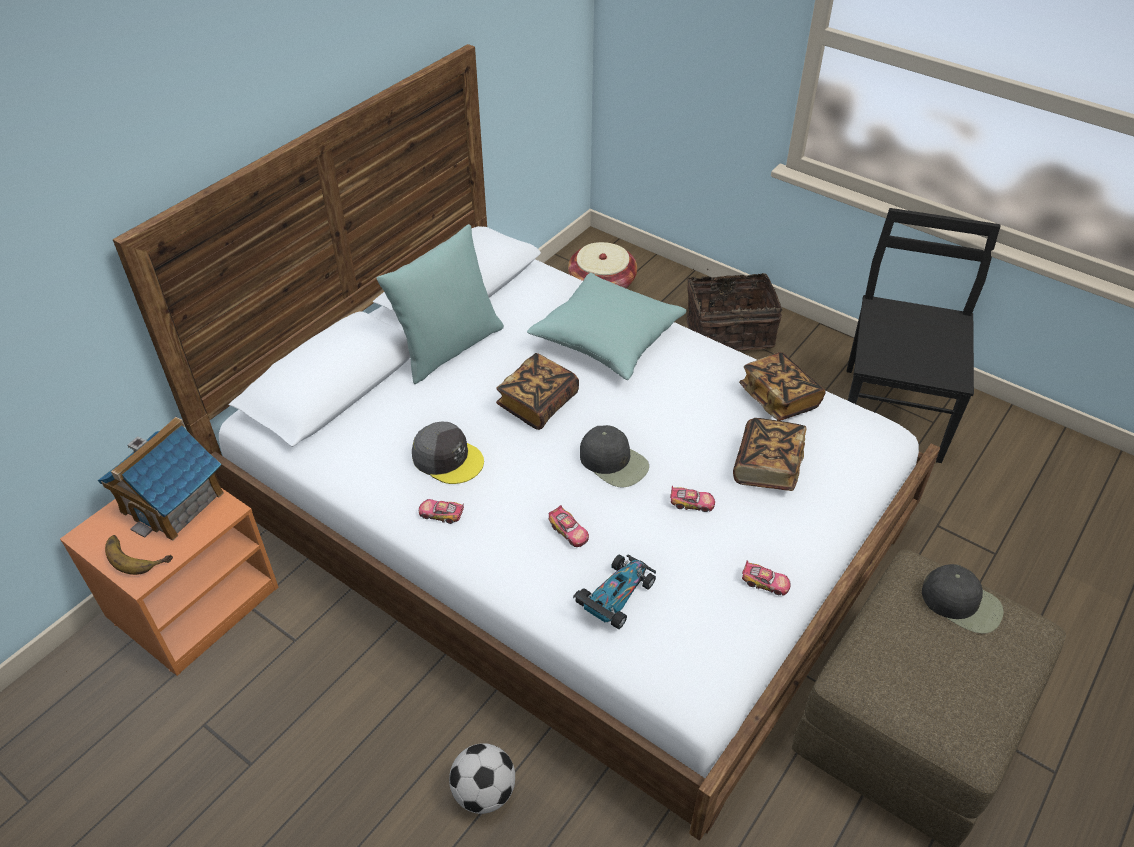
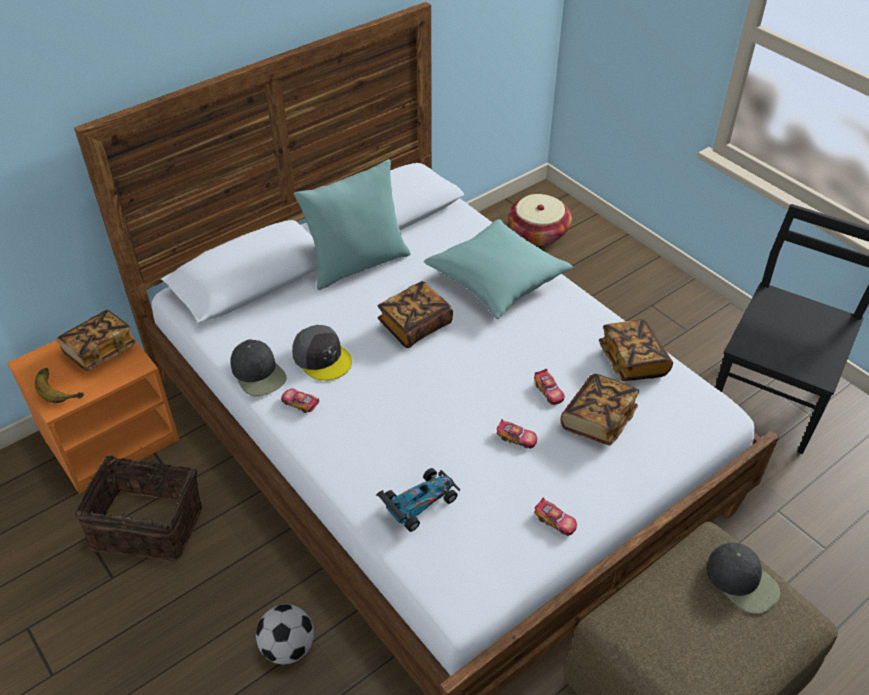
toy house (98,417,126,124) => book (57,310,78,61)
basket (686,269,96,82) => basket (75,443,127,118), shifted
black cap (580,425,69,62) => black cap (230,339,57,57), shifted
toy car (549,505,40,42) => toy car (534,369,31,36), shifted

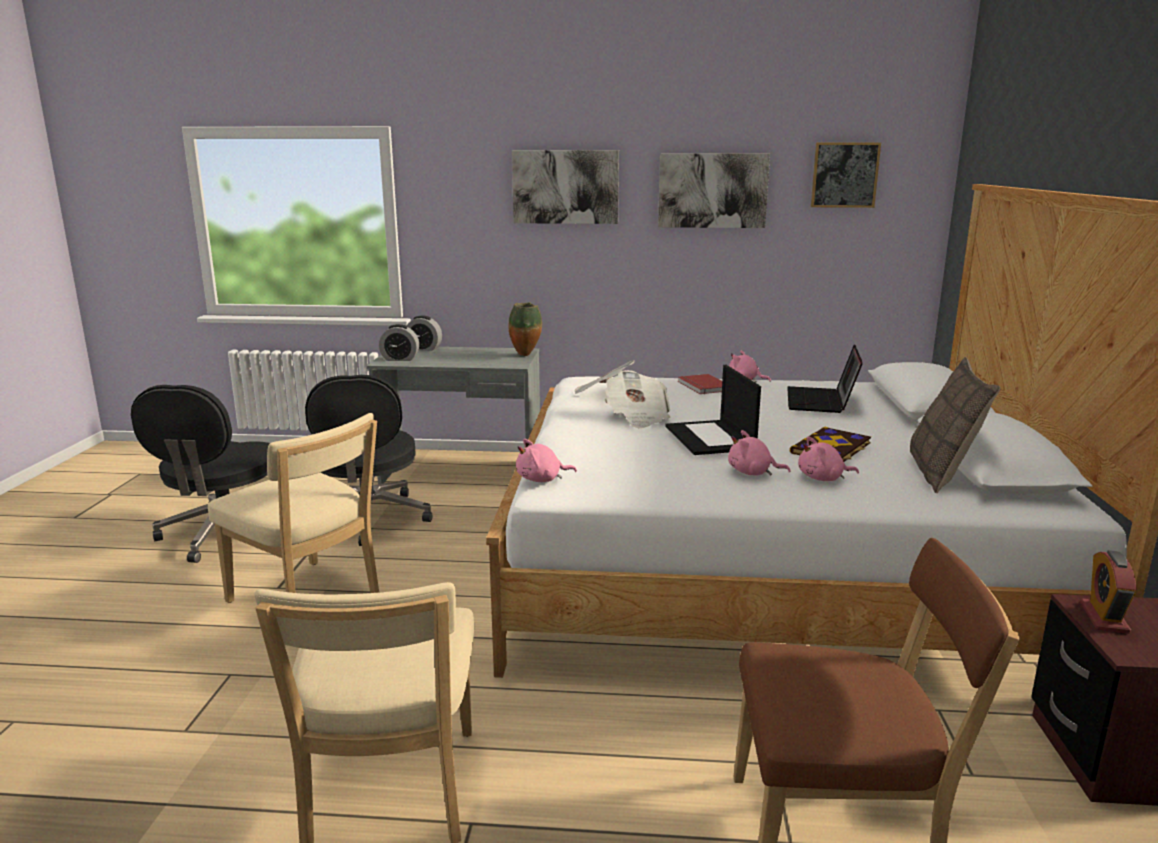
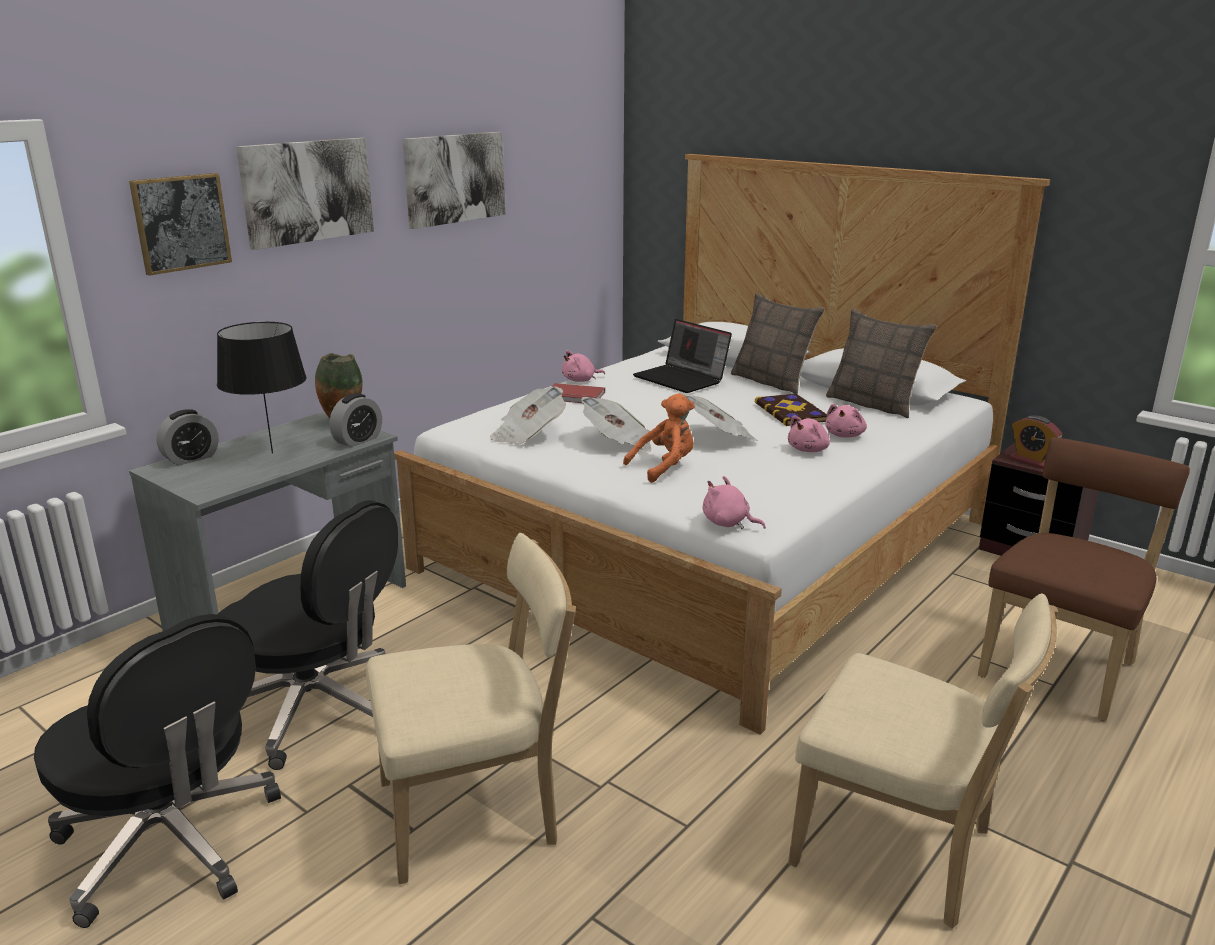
picture (811,142,70,66) => picture (129,173,103,103), shifted
nothing => black table lamp (217,322,90,131)
alarm clock (379,324,40,37) => alarm clock (330,393,52,54), shifted
nothing => orange plush toy (623,393,72,90)
laptop (665,365,96,90) => newspaper (684,395,74,46)
pink plush toy (516,439,61,43) => pink plush toy (703,476,63,53), 105 degrees clockwise
nothing => pillow (731,292,94,102)

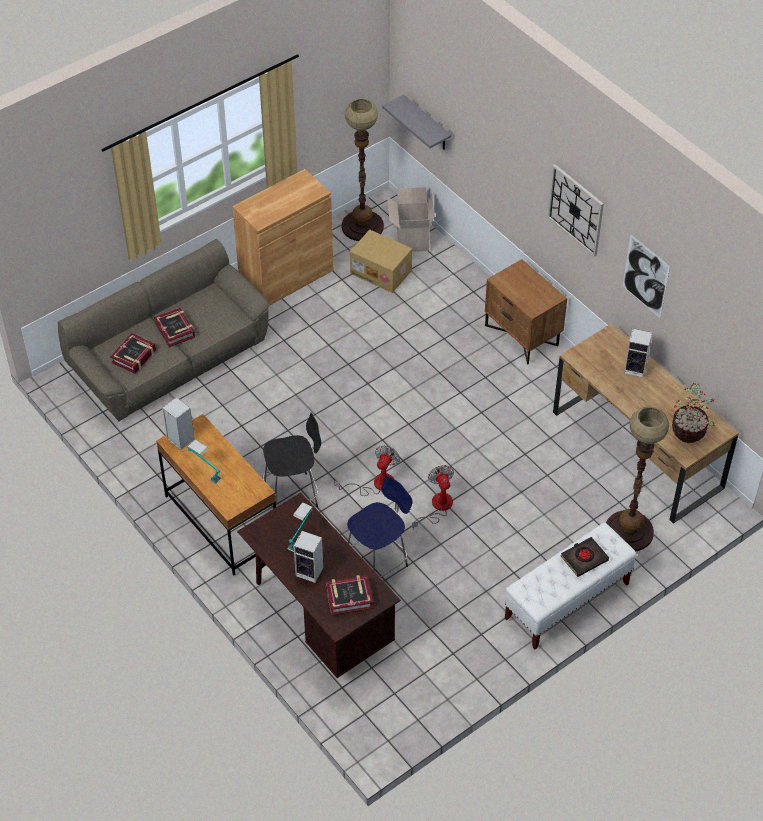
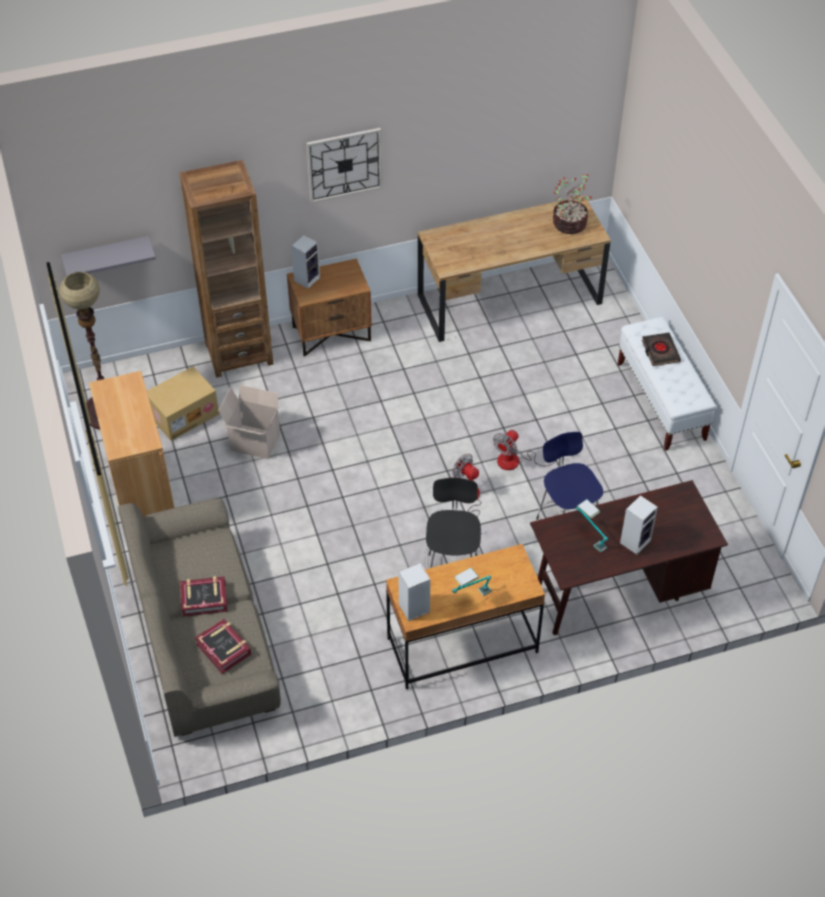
nothing => brown bookcase (179,160,95,218)
cardboard box (387,187,48,65) => cardboard box (219,385,63,74), shifted
speaker (624,329,28,49) => speaker (291,235,29,53), shifted
fan (412,465,42,64) => fan (493,430,64,40), 60 degrees counterclockwise
book (326,575,47,40) => nothing
floor lamp (606,407,63,145) => nothing
picture (622,235,48,83) => nothing

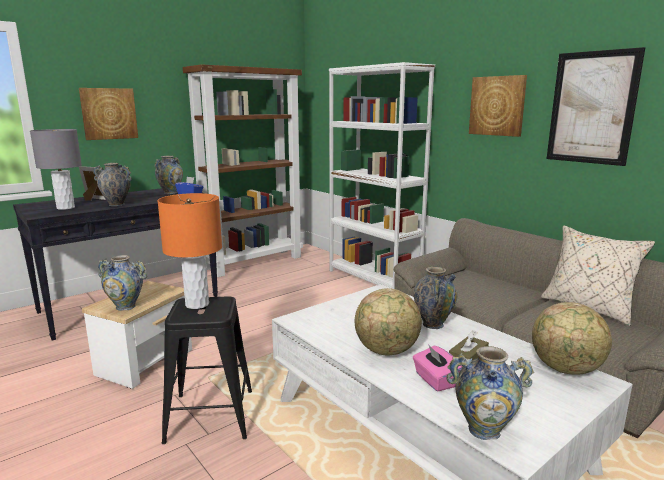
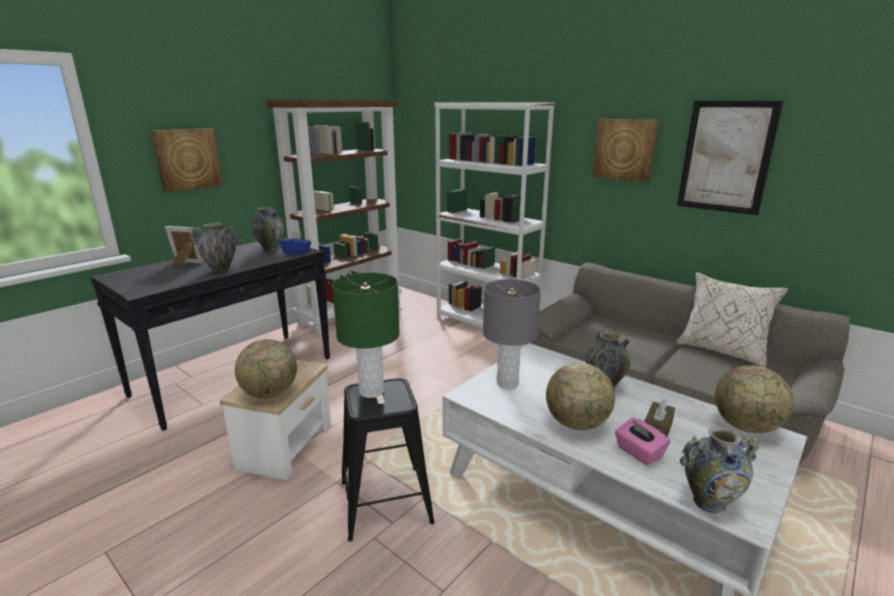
vase (98,255,49,56) => globe (235,339,62,60)
orange table lamp (157,193,65,116) => green table lamp (332,272,68,126)
grey table lamp (30,129,52,81) => grey table lamp (483,279,58,110), shifted

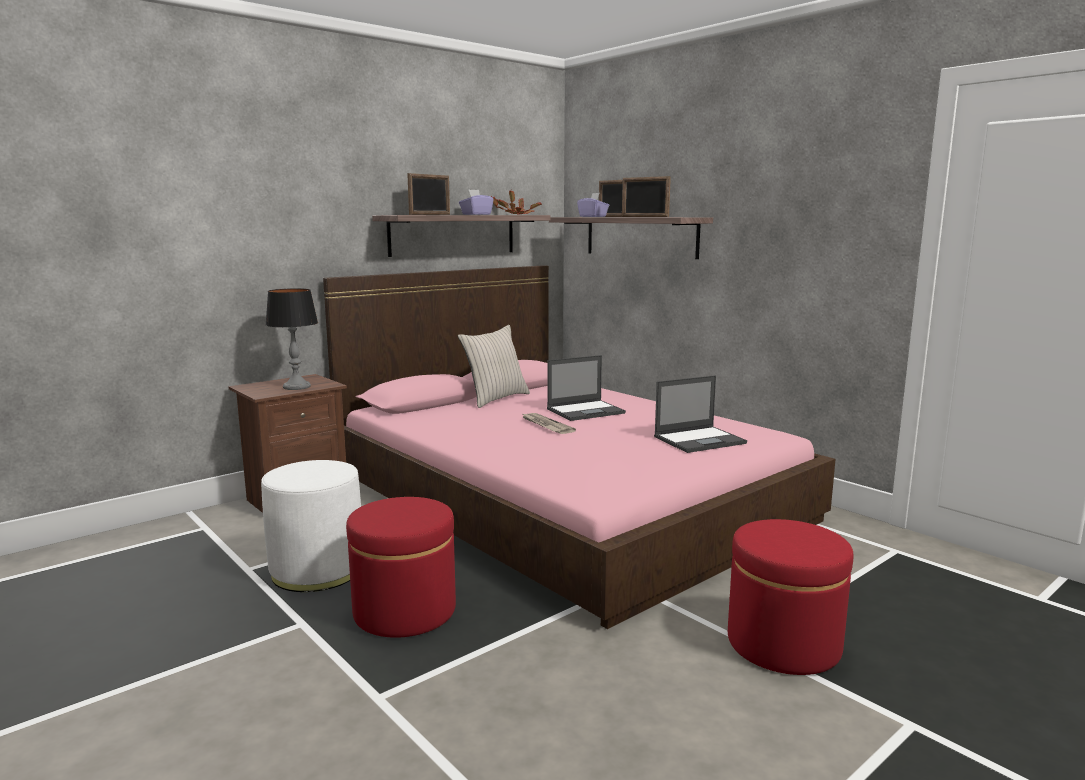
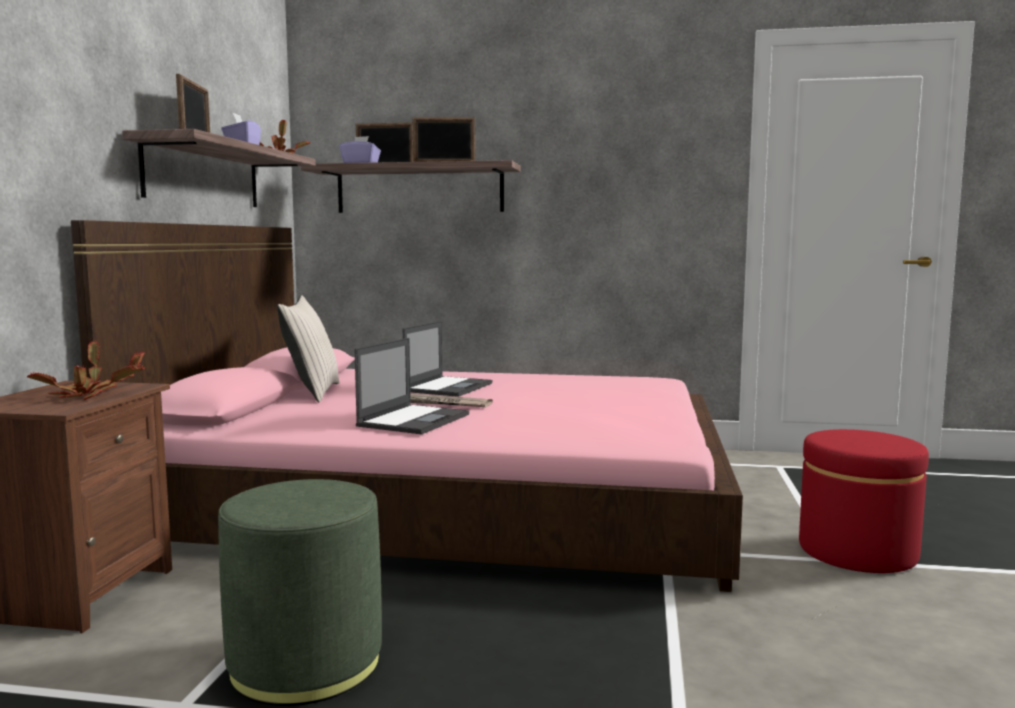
table lamp (265,288,53,102) => potted plant (27,340,118,60)
white ottoman (261,460,100,132) => green ottoman (218,479,164,227)
laptop (654,375,93,78) => laptop (355,338,114,96), shifted
red ottoman (346,497,110,141) => nothing

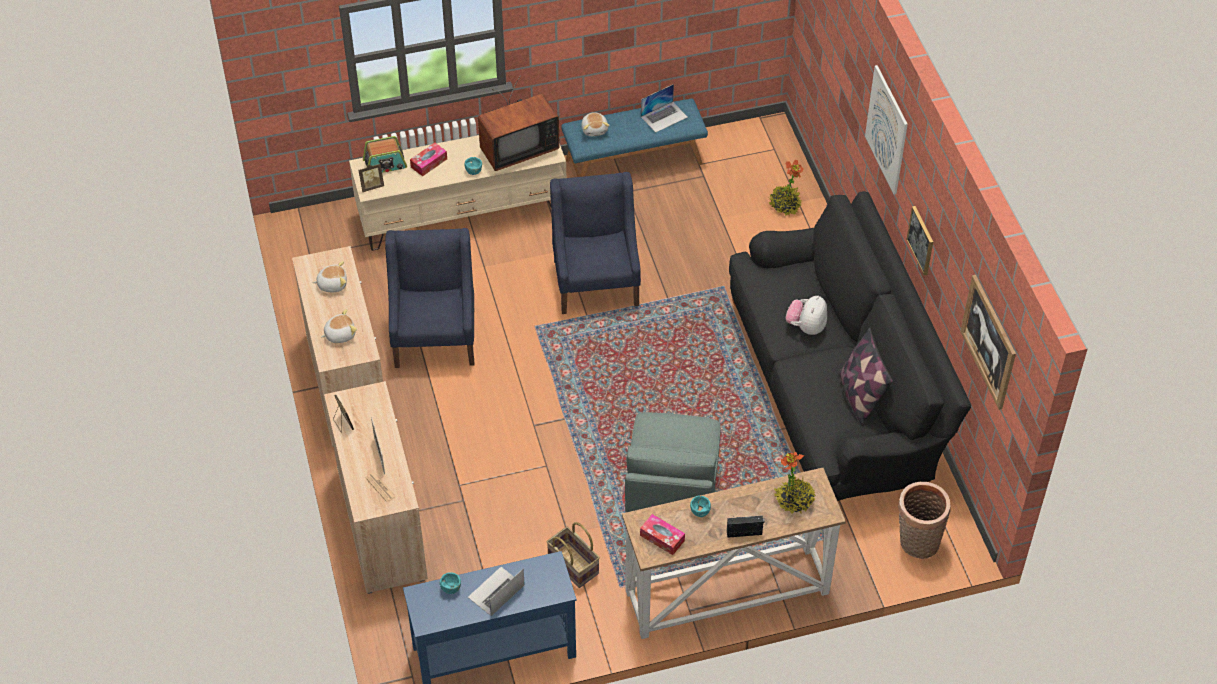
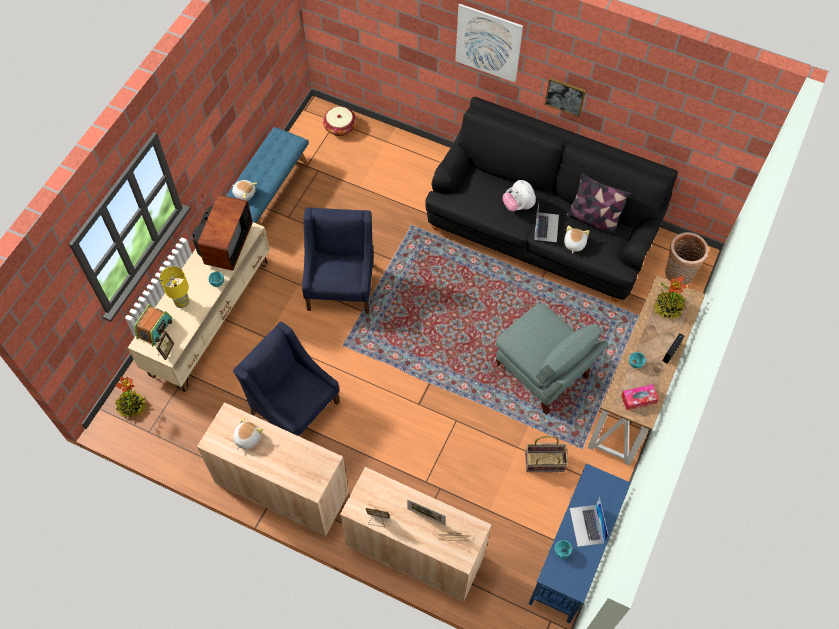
potted plant (769,159,35,57) => potted plant (115,376,31,42), shifted
tissue box (410,142,37,34) => yellow table lamp (160,266,30,42)
blue armchair (550,172,91,142) => blue armchair (302,207,72,107), 60 degrees clockwise
nothing => basket (323,106,34,30)
laptop (641,84,47,49) => laptop (534,203,25,39), shifted
plush toy (321,309,36,34) => plush toy (564,225,25,28), shifted
picture (960,275,56,135) => nothing

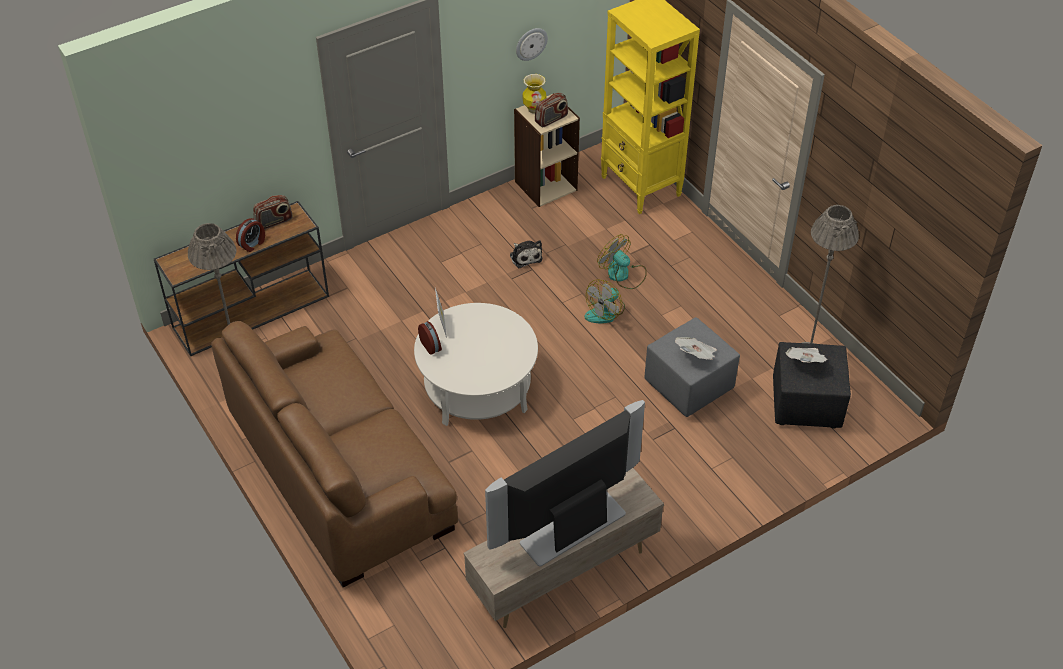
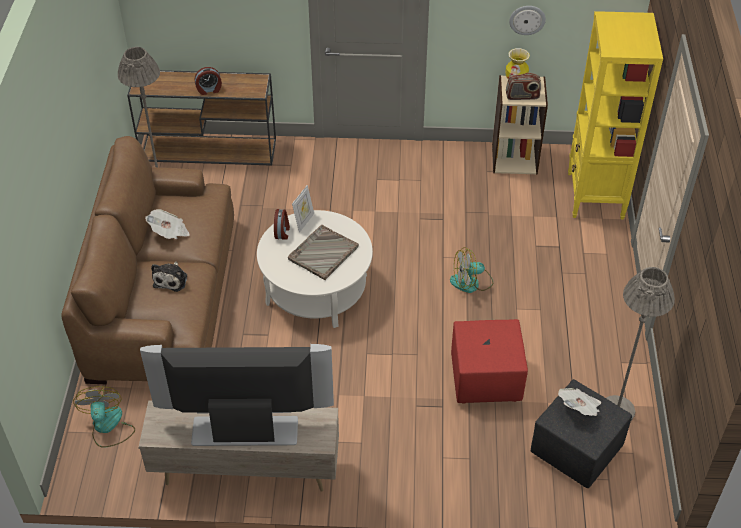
fan (597,234,50,55) => fan (73,386,62,62), shifted
newspaper (675,337,42,23) => newspaper (145,209,45,30), shifted
plush toy (510,240,32,28) => plush toy (151,262,36,30), shifted
nothing => grey tray (288,225,71,55)
grey ottoman (645,317,95,100) => red ottoman (451,319,77,85)
radio (253,195,40,34) => nothing

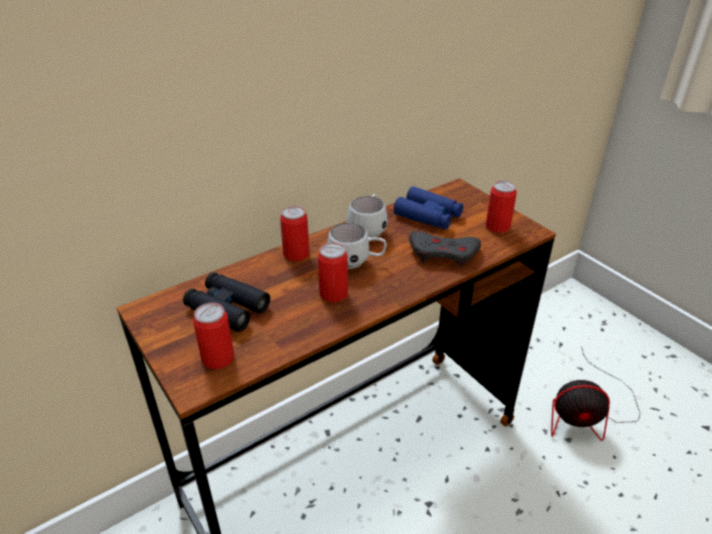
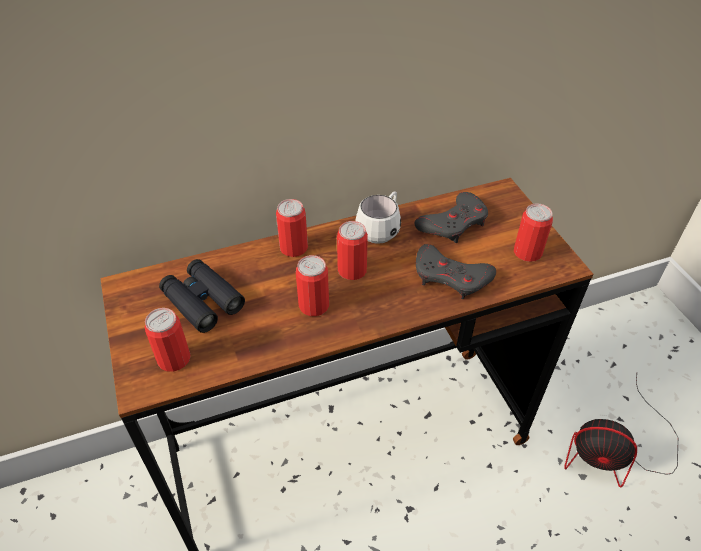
white mug (327,223,60,46) => can (337,221,31,59)
blue binoculars (393,186,70,43) => grey game controller (414,192,74,51)

